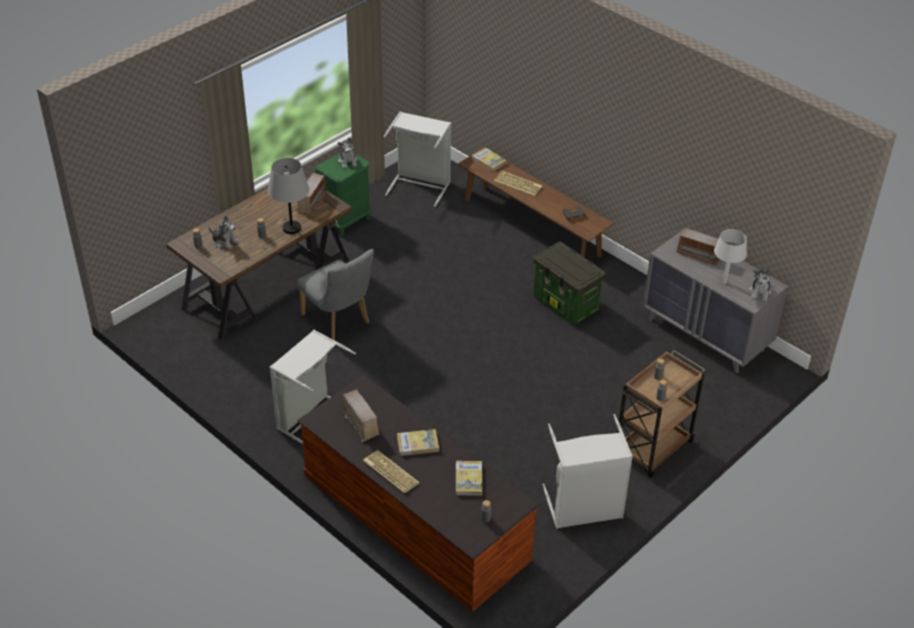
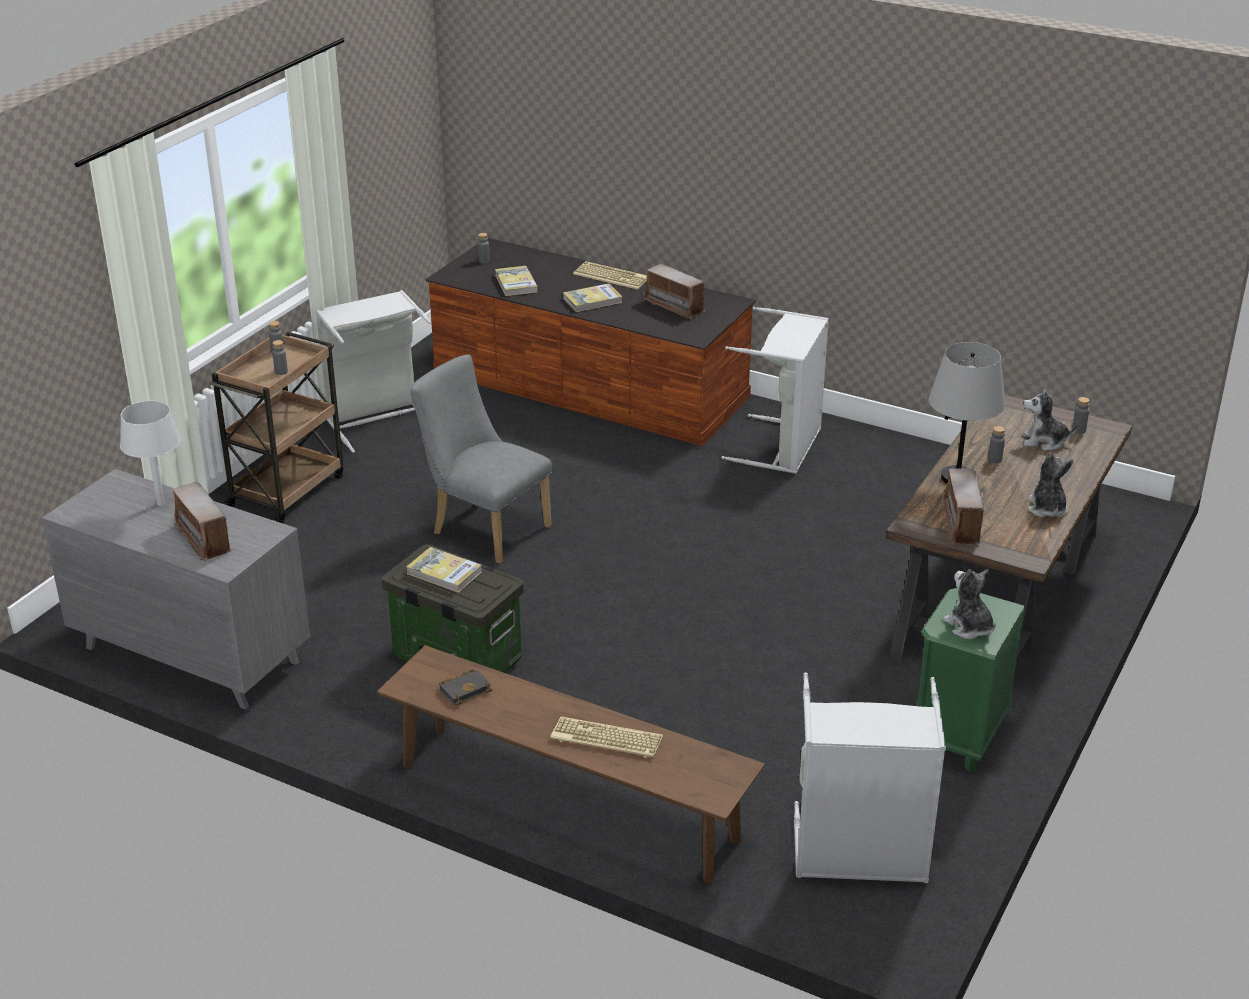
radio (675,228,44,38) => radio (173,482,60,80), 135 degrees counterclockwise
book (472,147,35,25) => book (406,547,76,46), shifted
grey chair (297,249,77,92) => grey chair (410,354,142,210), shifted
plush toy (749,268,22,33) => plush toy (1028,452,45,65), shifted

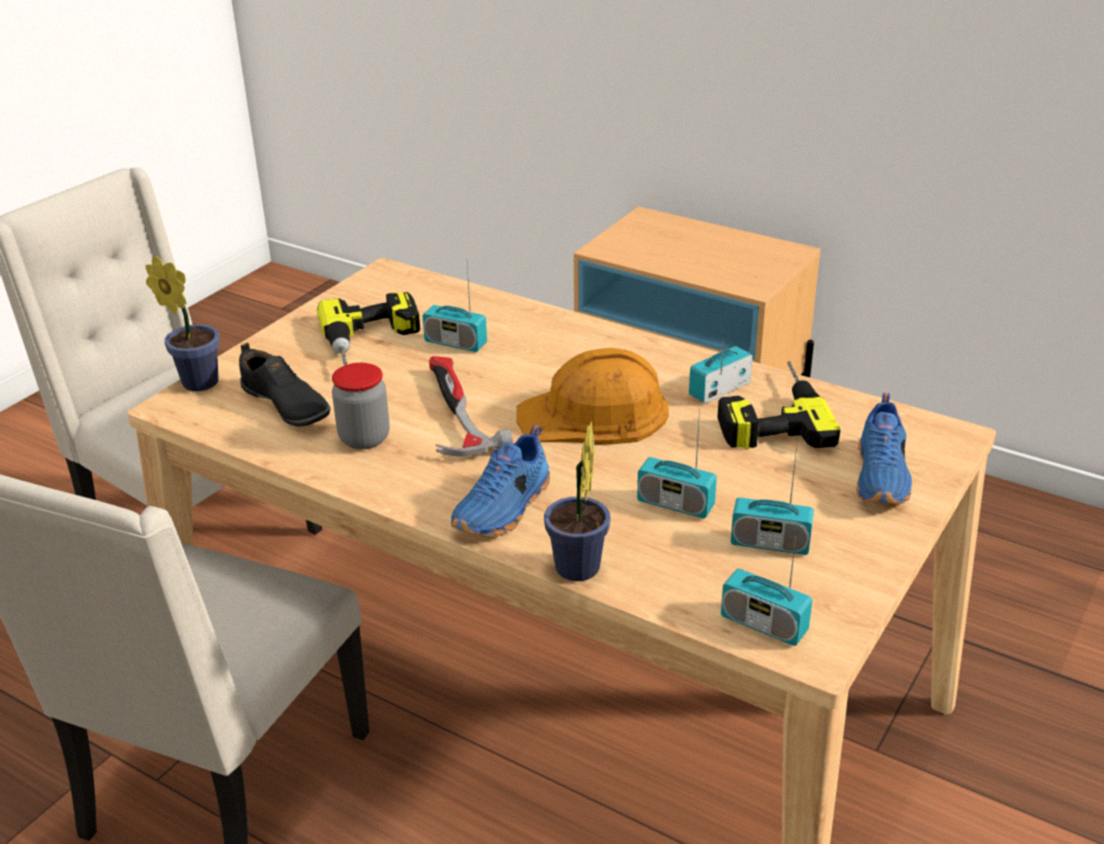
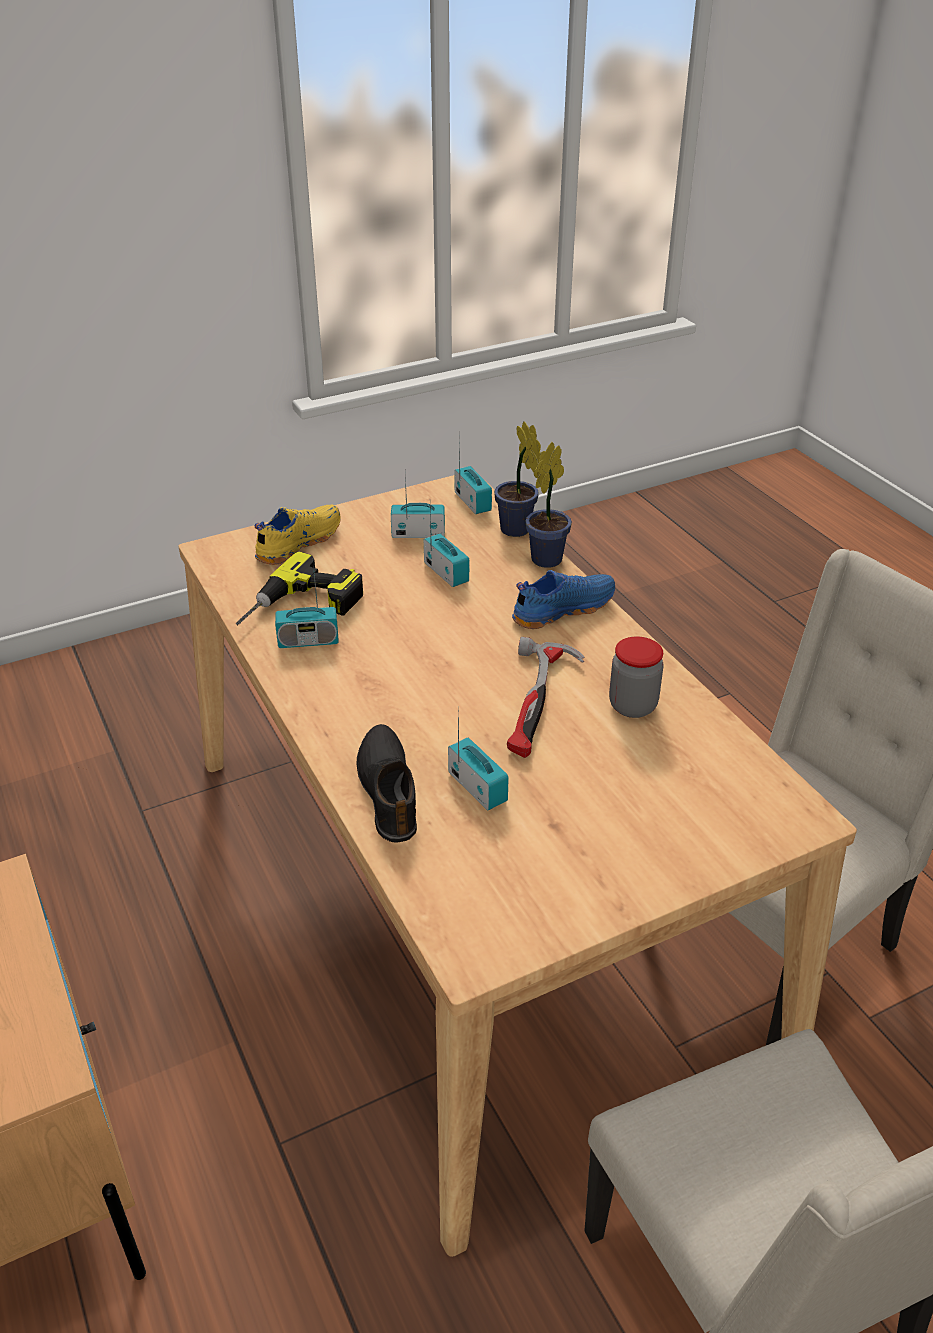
blue shoe (856,393,56,111) => yellow shoe (255,505,86,60)
black shoe (239,342,91,84) => black shoe (357,724,60,119), shifted
radio (731,445,83,110) => radio (391,474,54,64), 45 degrees counterclockwise
potted plant (145,255,74,136) => potted plant (494,421,47,116), shifted
power drill (317,291,103,75) => nothing
orange hard hat (516,348,153,97) => nothing

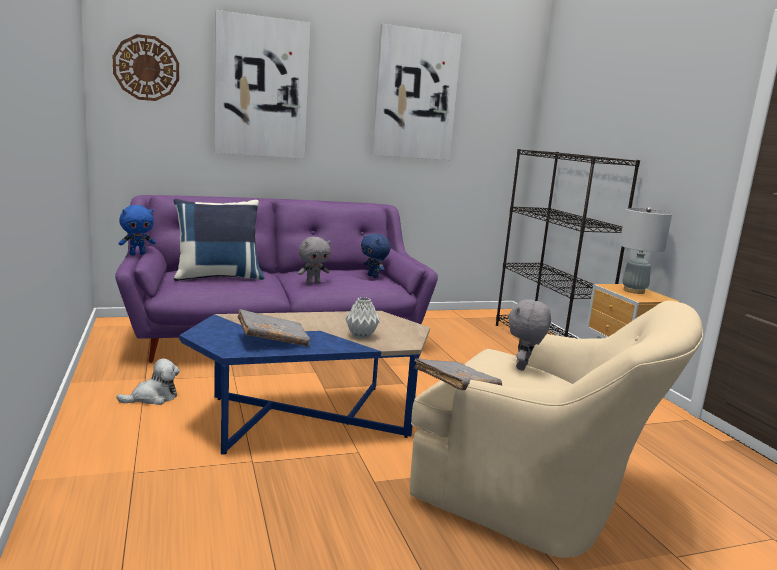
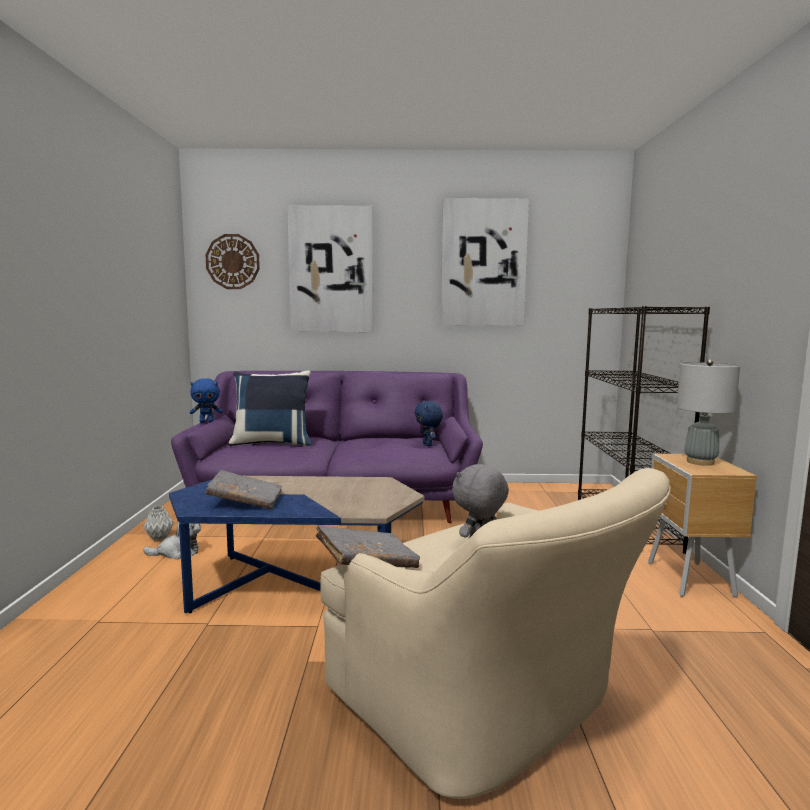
grey vase (345,297,35,42) => grey vase (144,506,30,35), shifted
grey plush toy (298,237,33,47) => nothing

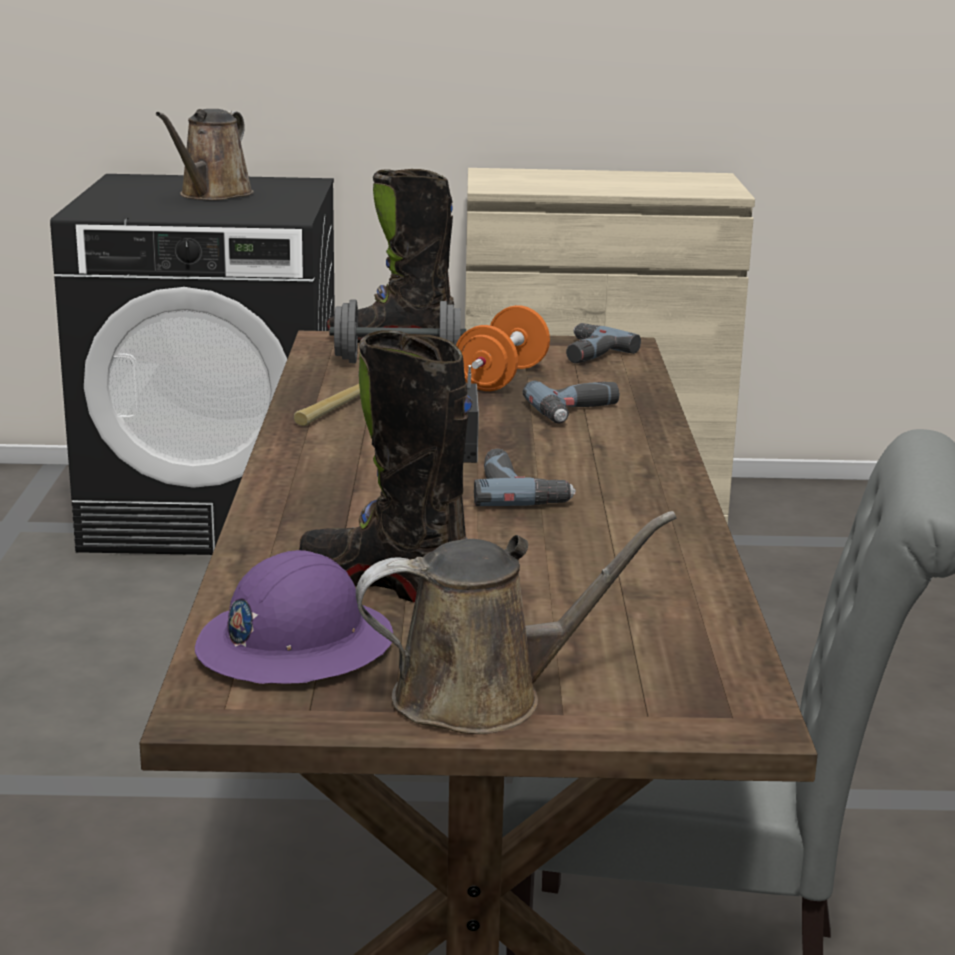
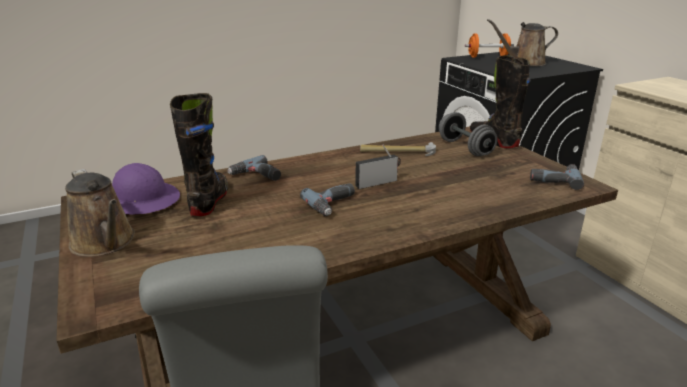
power drill (523,380,96,44) => power drill (228,155,53,26), shifted
orange dumbbell (456,305,94,86) => orange dumbbell (465,33,49,25), shifted

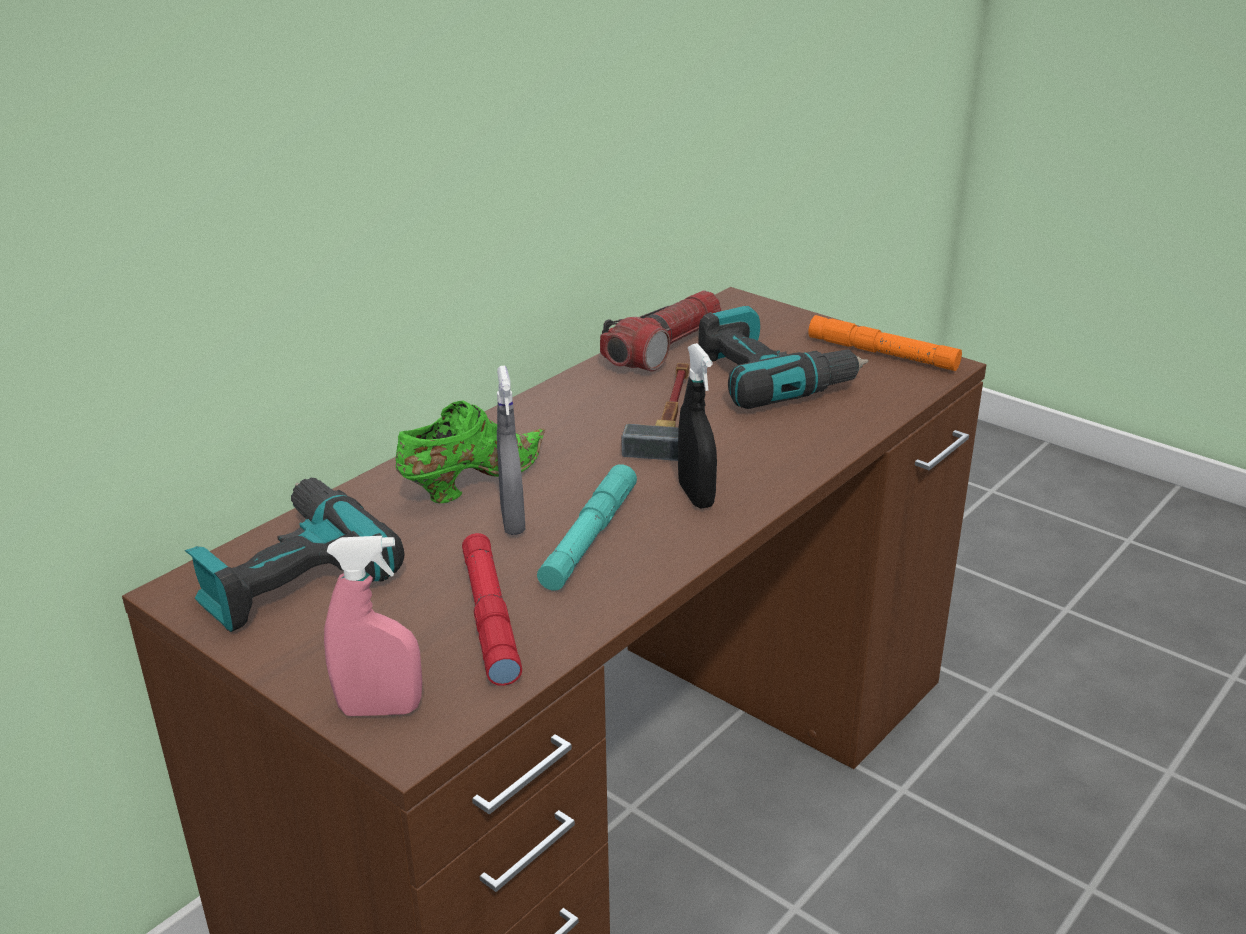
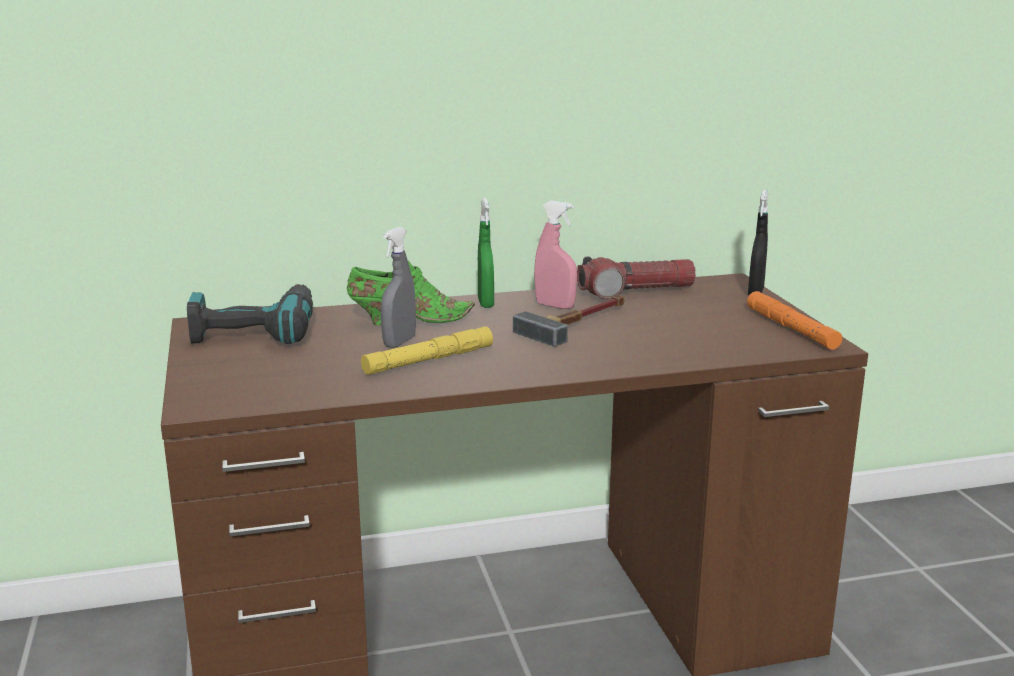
turquoise flashlight (537,464,100,127) => yellow flashlight (361,326,132,49)
nothing => green spray bottle (478,198,16,110)
pink spray bottle (324,536,98,180) => pink spray bottle (534,201,43,108), shifted
black spray bottle (678,343,39,165) => black spray bottle (748,190,21,105), shifted
red flashlight (462,533,60,152) => nothing
power drill (699,306,169,103) => nothing

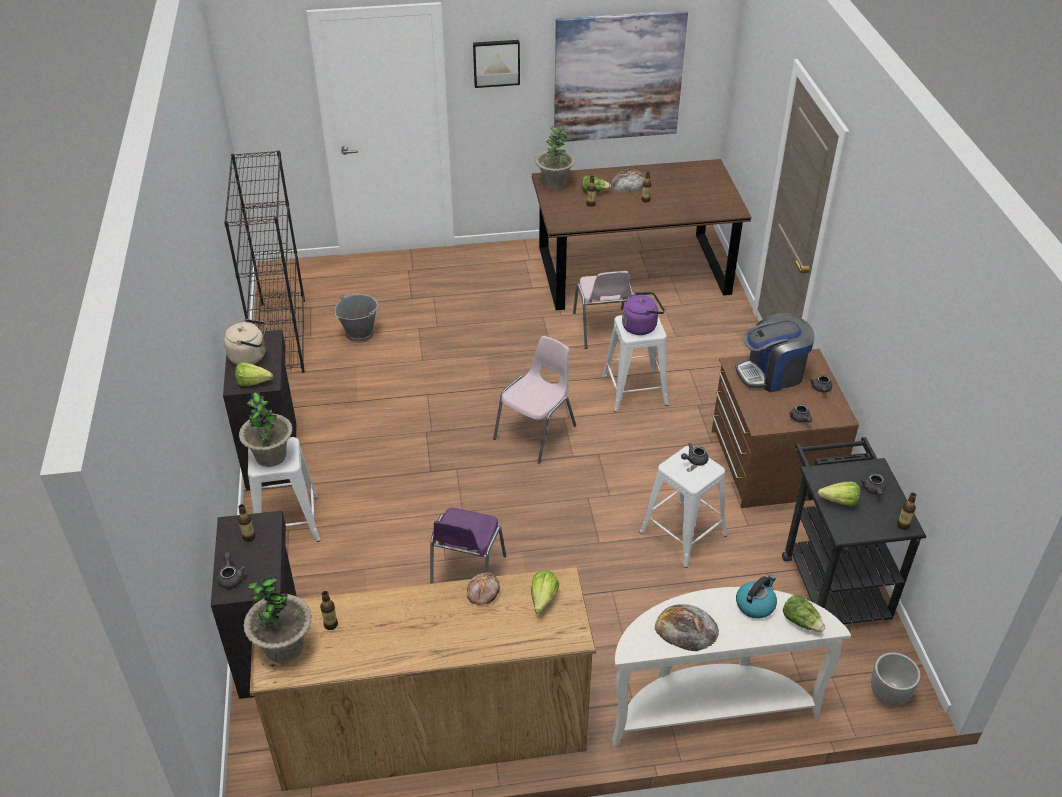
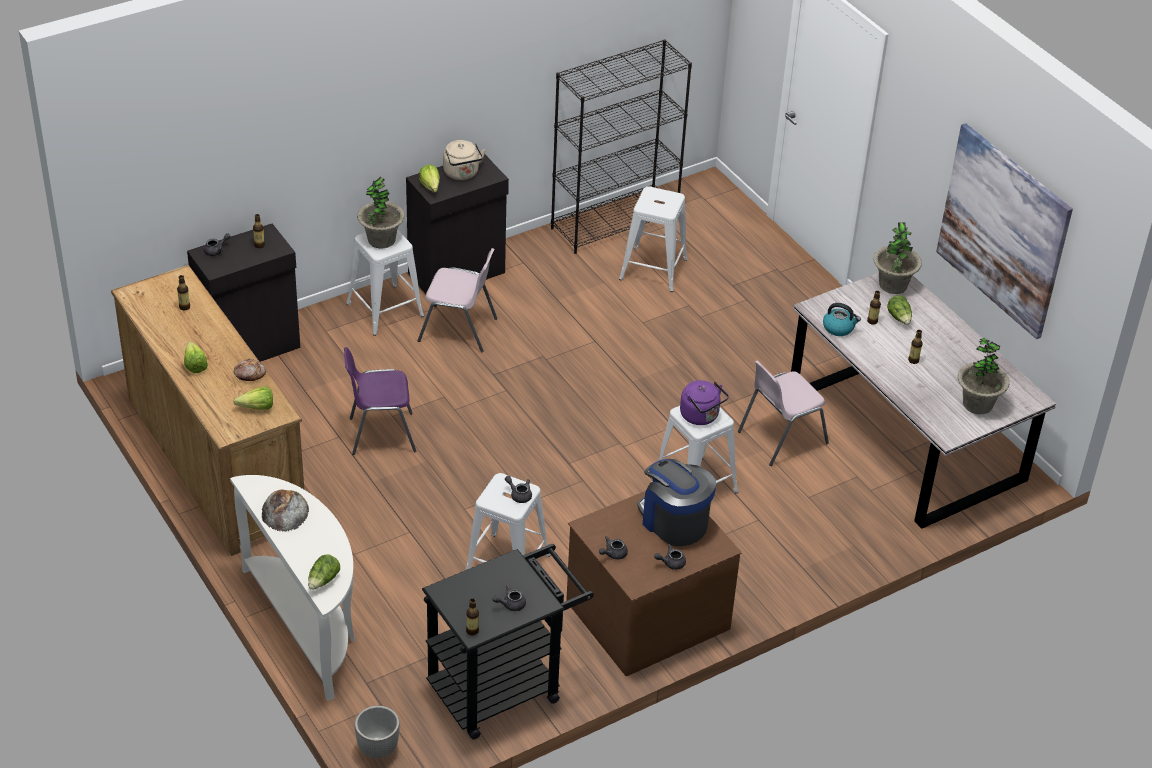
lettuce (817,482,43,24) => lettuce (184,341,24,32), shifted
pink chair (493,336,83,127) => pink chair (418,248,79,105), shifted
grey bucket (335,294,43,49) => white stool (619,186,69,106)
brown dining table (532,159,220,151) => grey dining table (791,272,265,257)
kettle (736,575,41,44) => kettle (823,303,38,33), shifted
potted plant (244,575,68,88) => potted plant (958,338,52,76), shifted
picture (473,40,47,48) => nothing
bread (610,169,35,24) => nothing

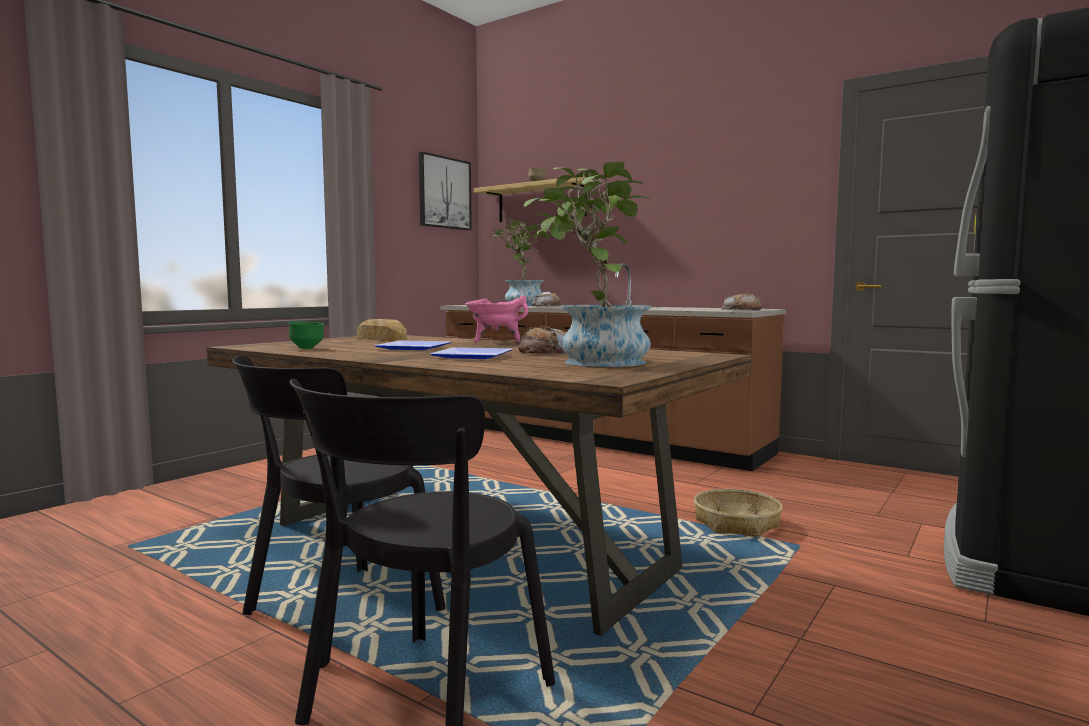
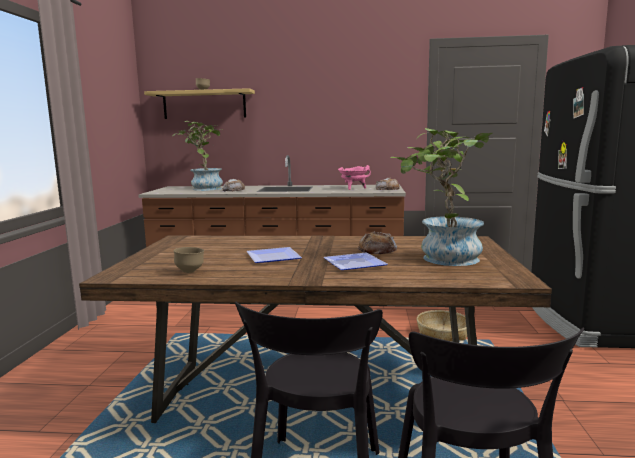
green bowl (289,322,36,27) => brown bowl (174,247,30,26)
pink cooking pot (465,295,63,47) => pink cooking pot (338,165,33,25), shifted
bread (357,319,50,22) => nothing
picture (419,152,53,78) => nothing

